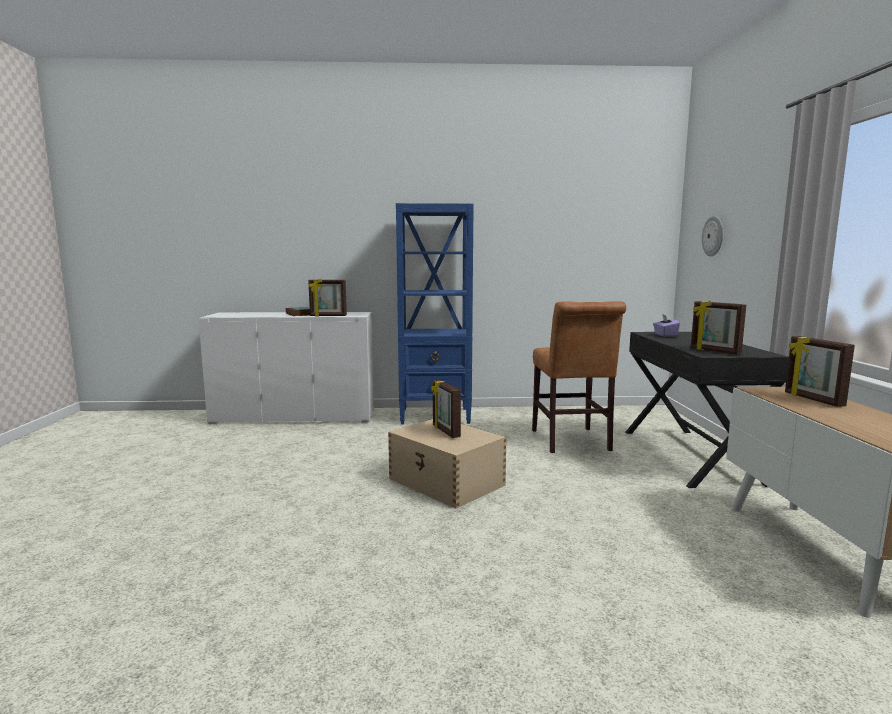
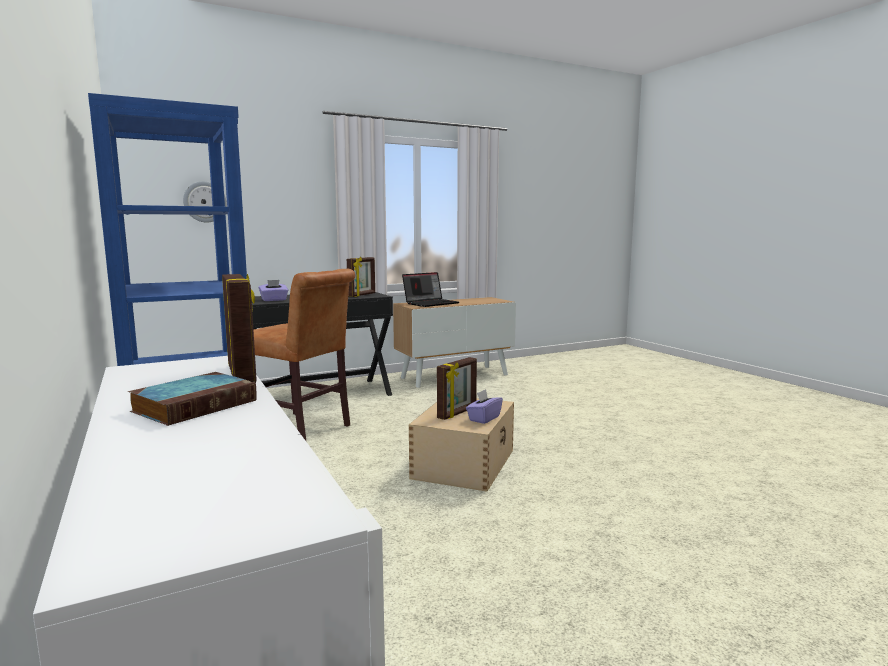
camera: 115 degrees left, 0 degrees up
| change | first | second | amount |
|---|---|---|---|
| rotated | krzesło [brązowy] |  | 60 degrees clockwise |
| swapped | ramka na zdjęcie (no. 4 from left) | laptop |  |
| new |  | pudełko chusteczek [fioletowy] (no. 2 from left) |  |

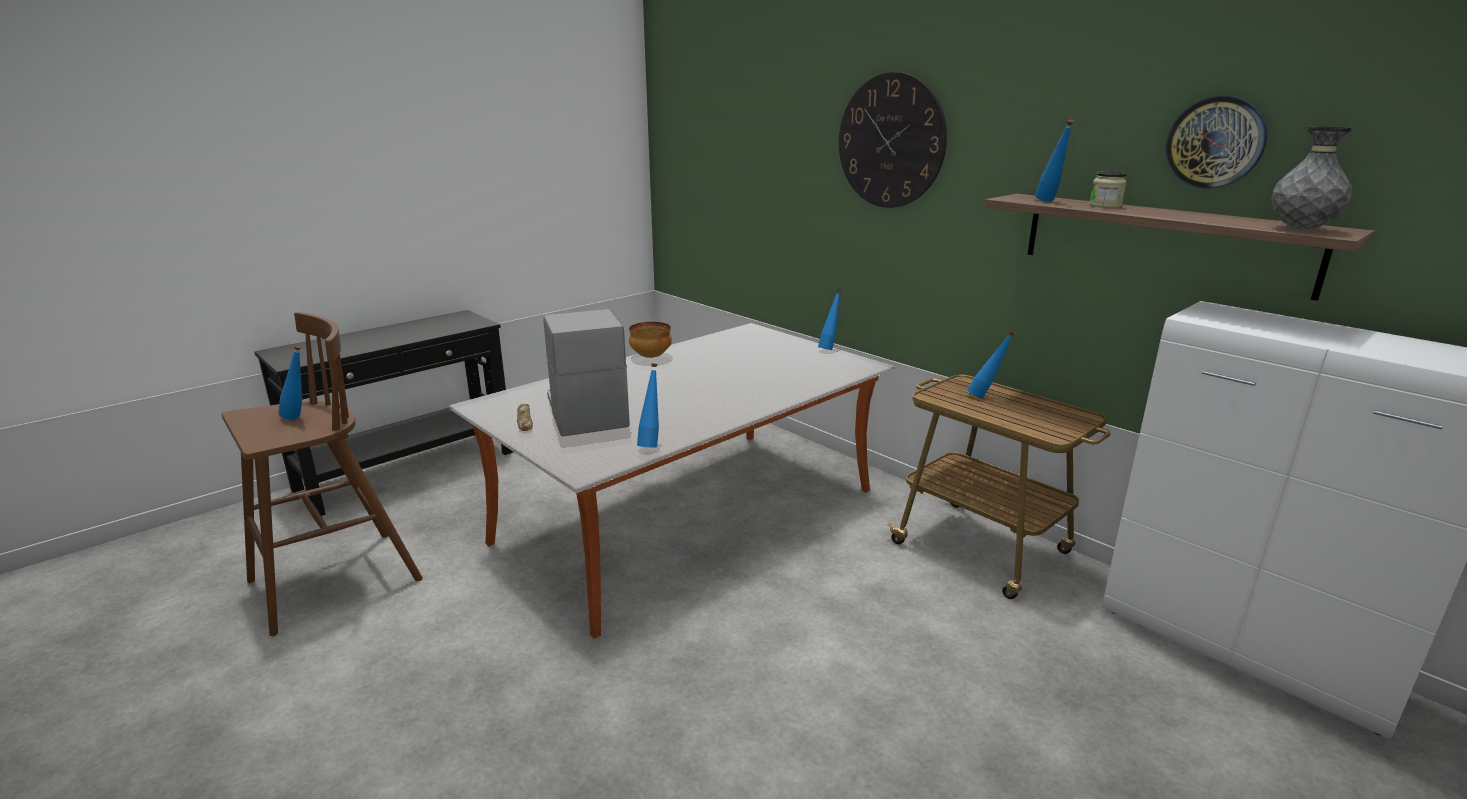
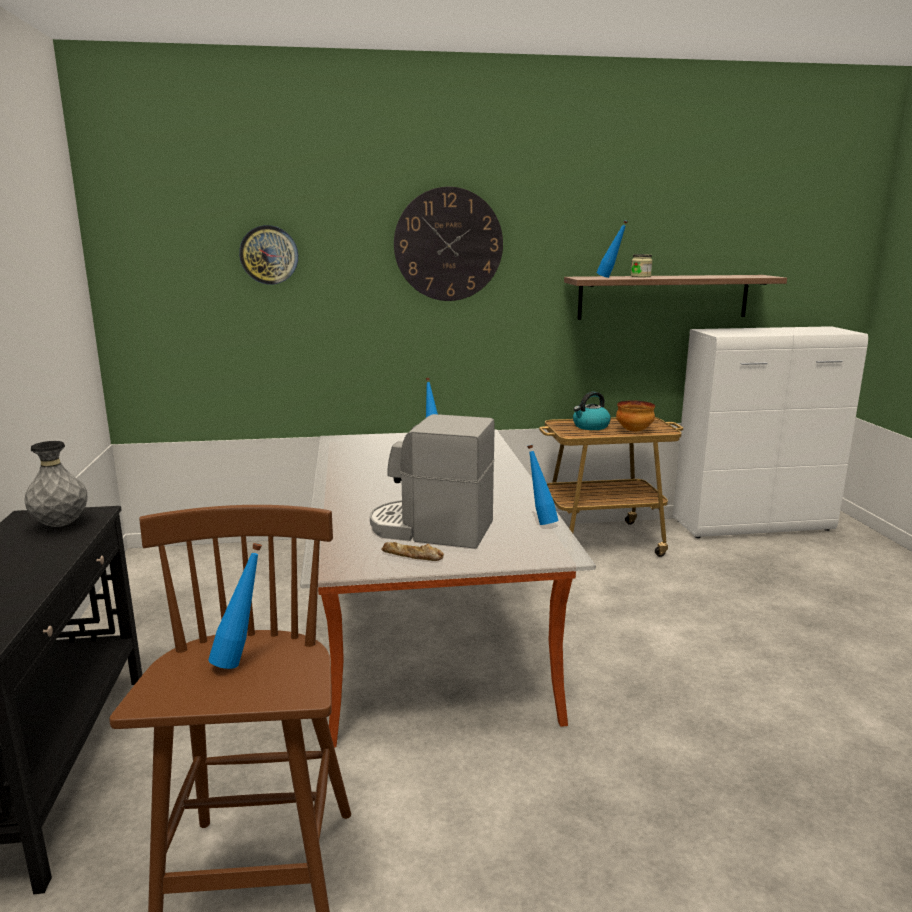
camera: 55 degrees left, 5 degrees down
| change | first | second | amount |
|---|---|---|---|
| shifted | wazon [szary] |  |  |
| shifted | zegar ścienny (no. 2 from left in the first image) | zegar ścienny (no. 1 from left) |  |
| swapped | butelka [niebieski] (no. 4 from left) | czajnik |  |
| shifted | miska |  |  |

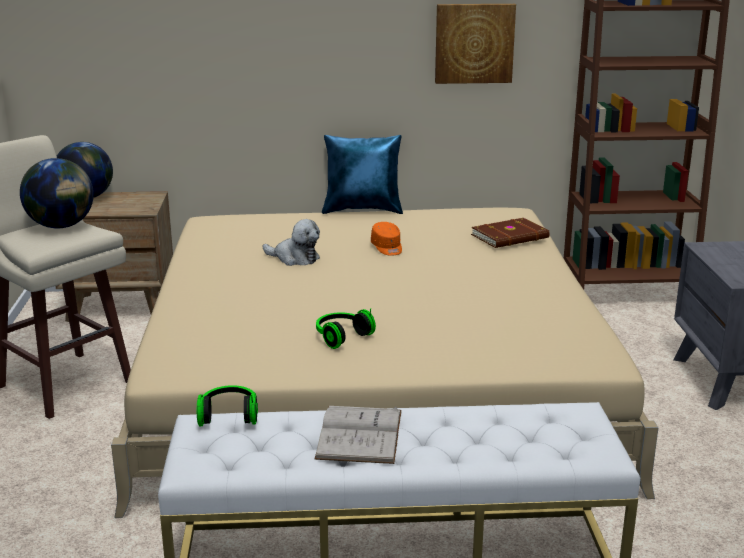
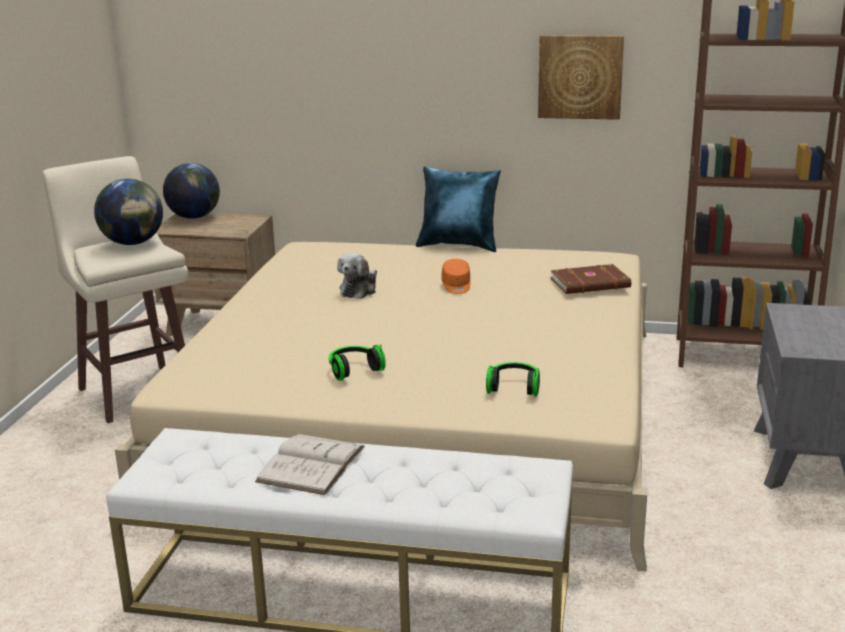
camera: 15 degrees right, 0 degrees up
| change | first | second | amount |
|---|---|---|---|
| rotated | pluszak |  | 75 degrees clockwise |
| shifted | słuchawki (no. 1 from left in the first image) | słuchawki (no. 2 from left) |  |

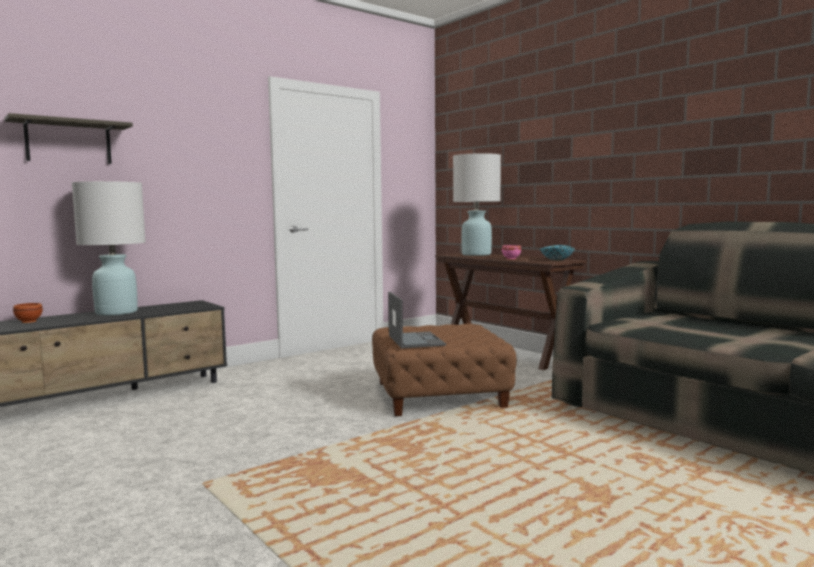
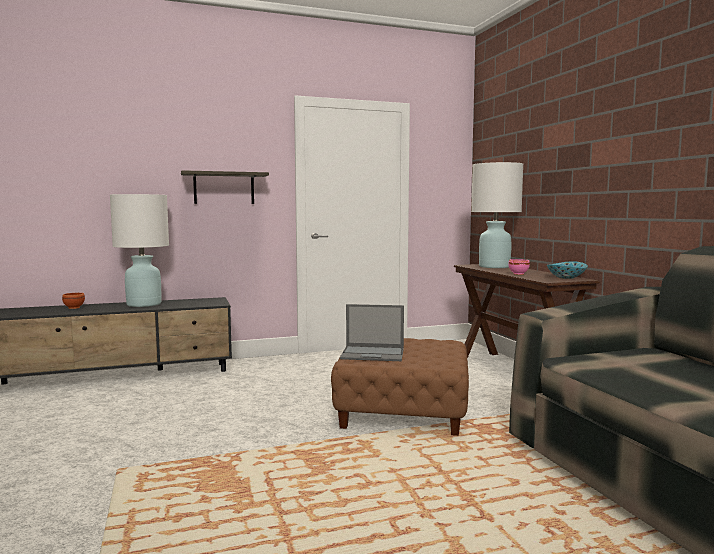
camera: 20 degrees right, 0 degrees up
| change | first | second | amount |
|---|---|---|---|
| shifted | półka |  |  |
| rotated | laptop |  | 90 degrees clockwise |

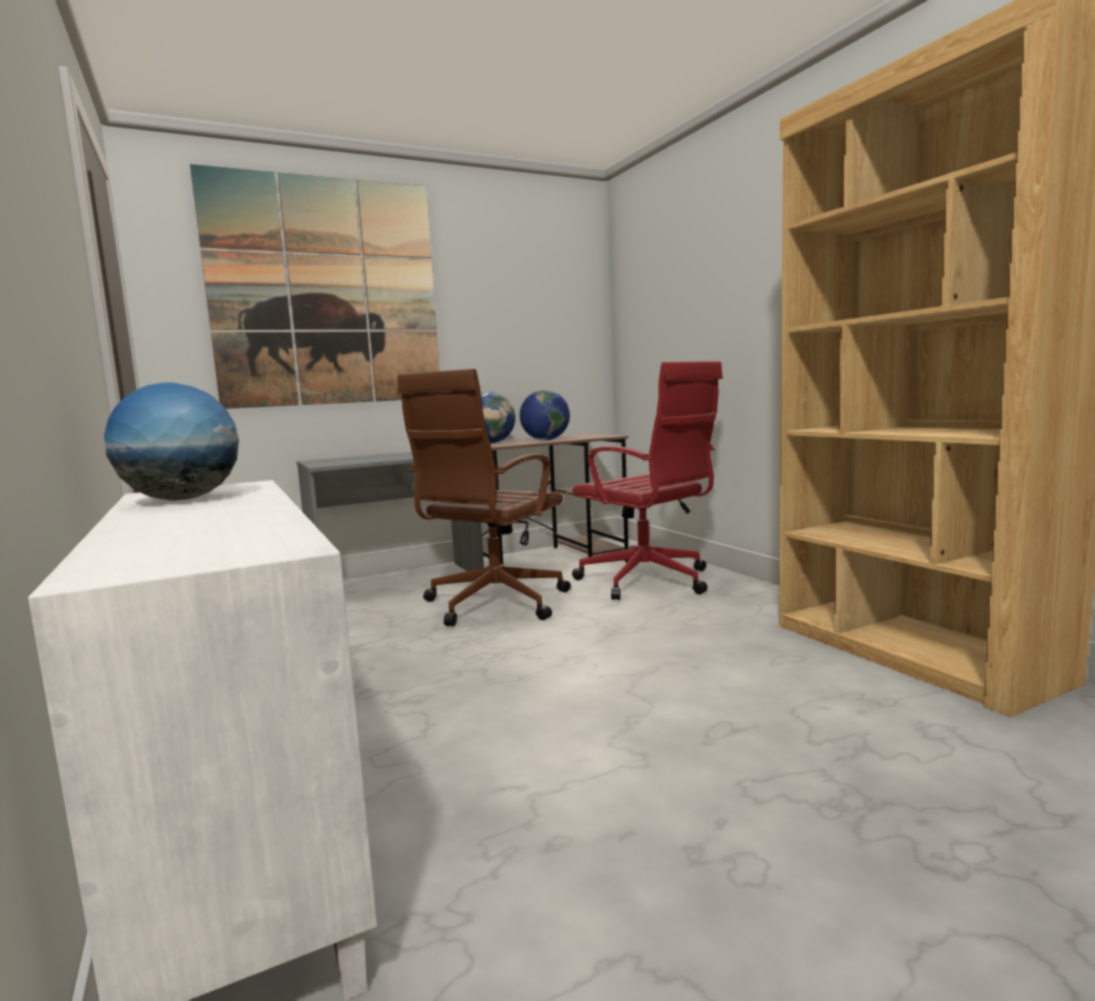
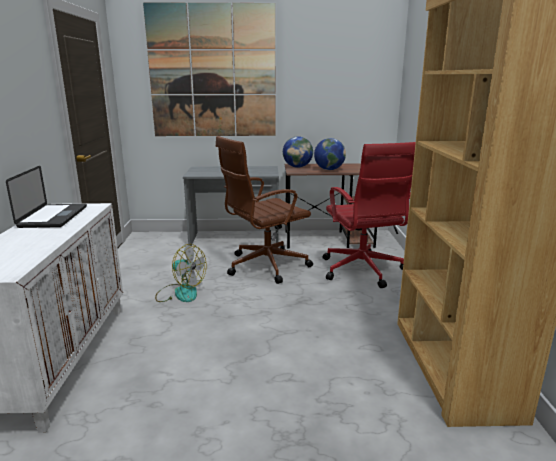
camera: 25 degrees right, 10 degrees up
| change | first | second | amount |
|---|---|---|---|
| swapped | globus (no. 1 from left) | laptop |  |
| new |  | wentylator |  |

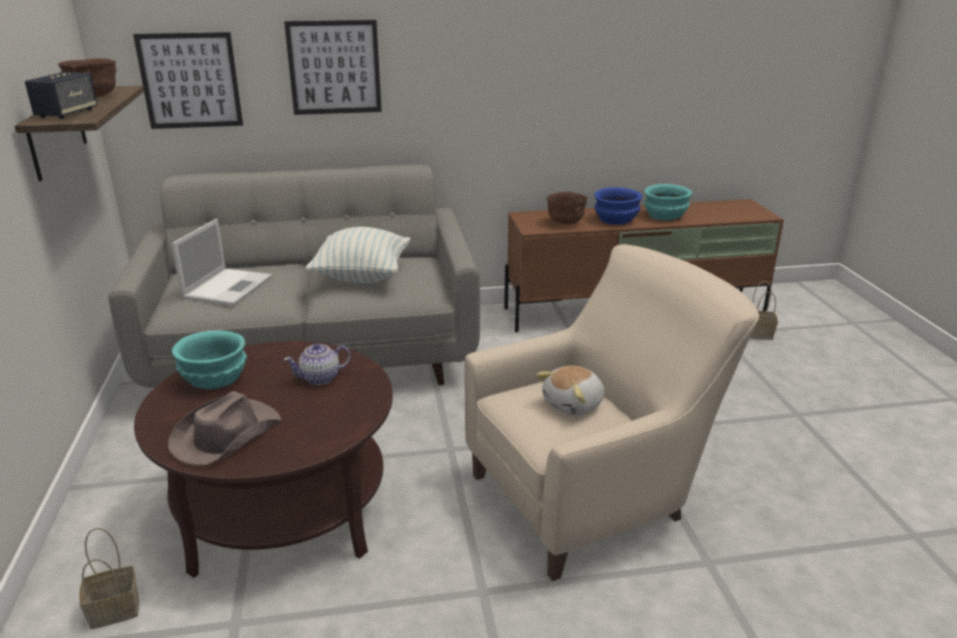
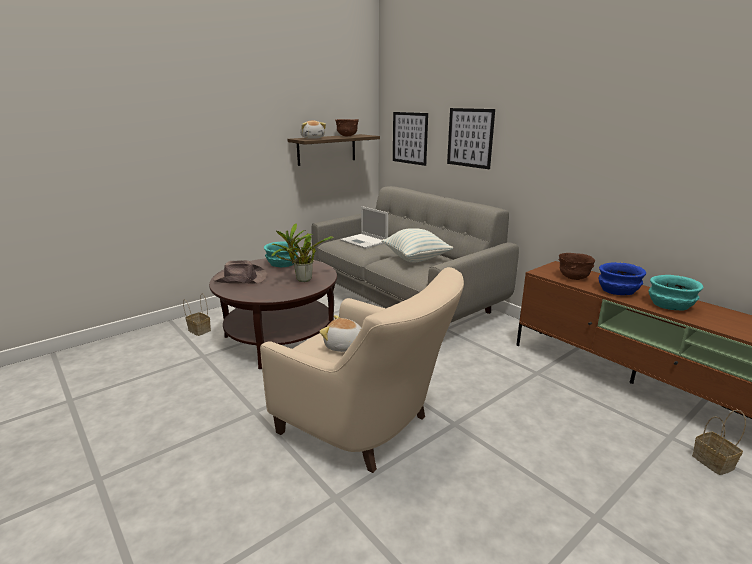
camera: 60 degrees right, 5 degrees down
| change | first | second | amount |
|---|---|---|---|
| swapped | imbryk | roślina doniczkowa |  |
| swapped | głośnik | pluszak (no. 1 from left) |  |
| rotated | laptop |  | 60 degrees clockwise |

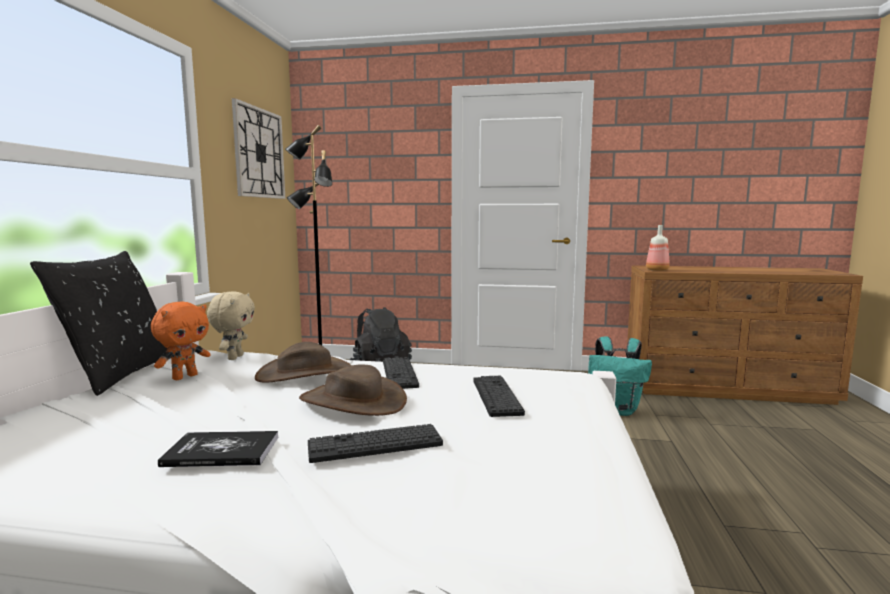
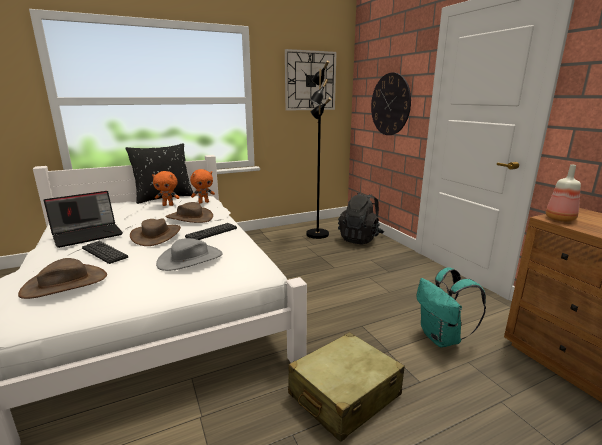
camera: 55 degrees right, 10 degrees up
| change | first | second | amount |
|---|---|---|---|
| new |  | kapelusz [brązowy] (no. 1 from left) |  |
| swapped | książka | laptop |  |
| swapped | klawiatura (no. 3 from left) | kapelusz [szary] |  |
| repainted | pluszak [beżowy] | pluszak [pomarańczowy] (no. 2 from left) |  |
| new |  | walizka [beżowy] |  |
| new |  | zegar ścienny (no. 2 from left) |  |

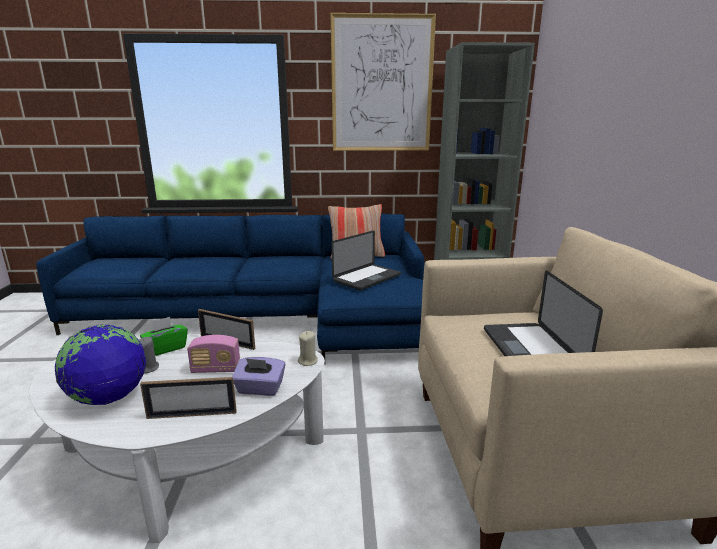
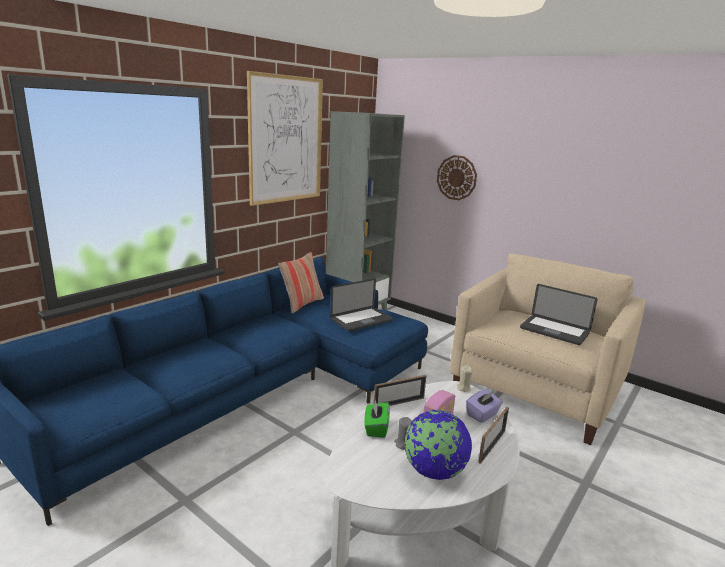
camera: 50 degrees left, 0 degrees up
| change | first | second | amount |
|---|---|---|---|
| rotated | laptop (no. 1 from left) |  | 60 degrees clockwise |
| new |  | zegar ścienny |  |

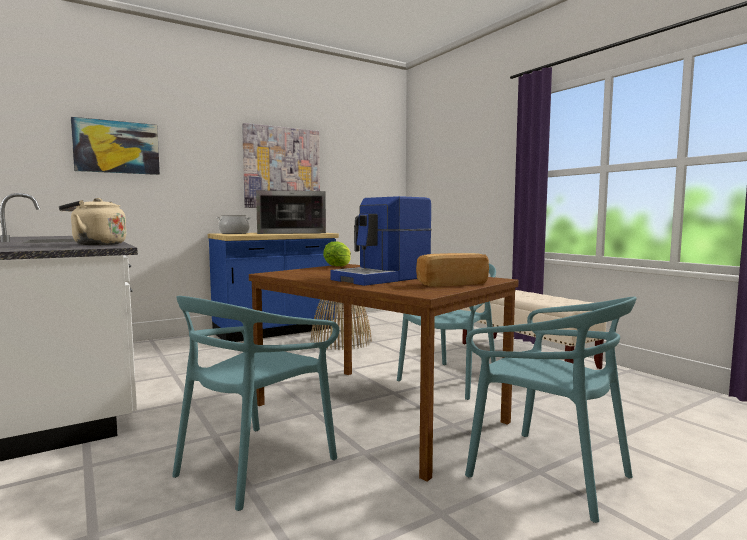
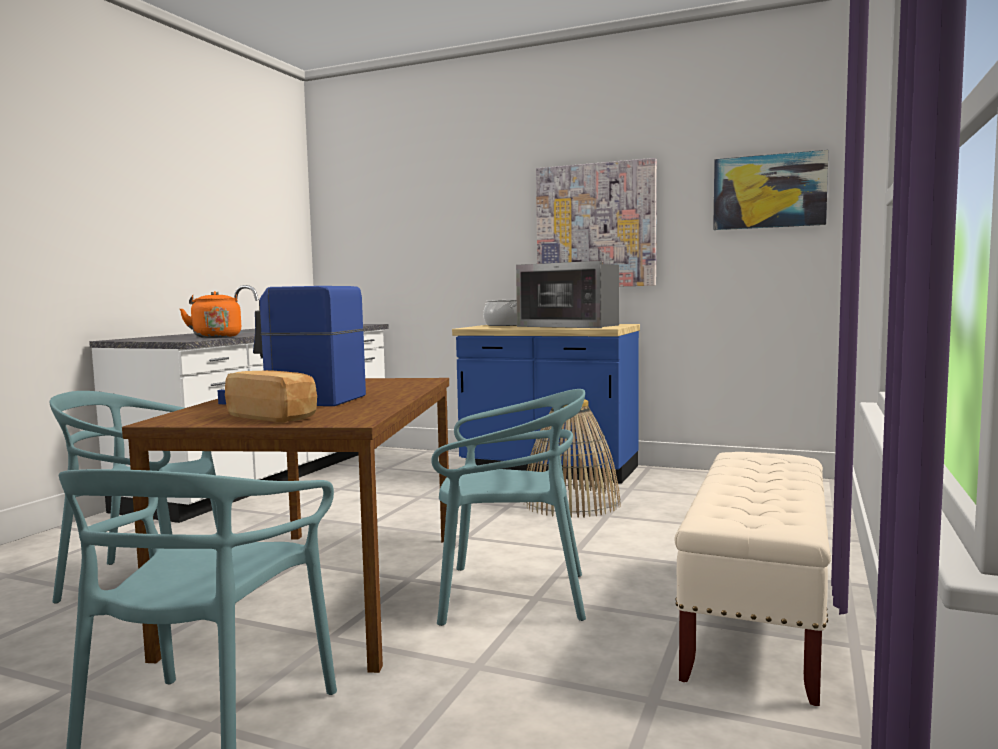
camera: 55 degrees right, 0 degrees up
| change | first | second | amount |
|---|---|---|---|
| repainted | czajnik [beżowy] | czajnik [pomarańczowy] |  |
| shifted | obraz (no. 1 from left in the first image) | obraz (no. 2 from left) |  |
| gone | sałata |  |  |

